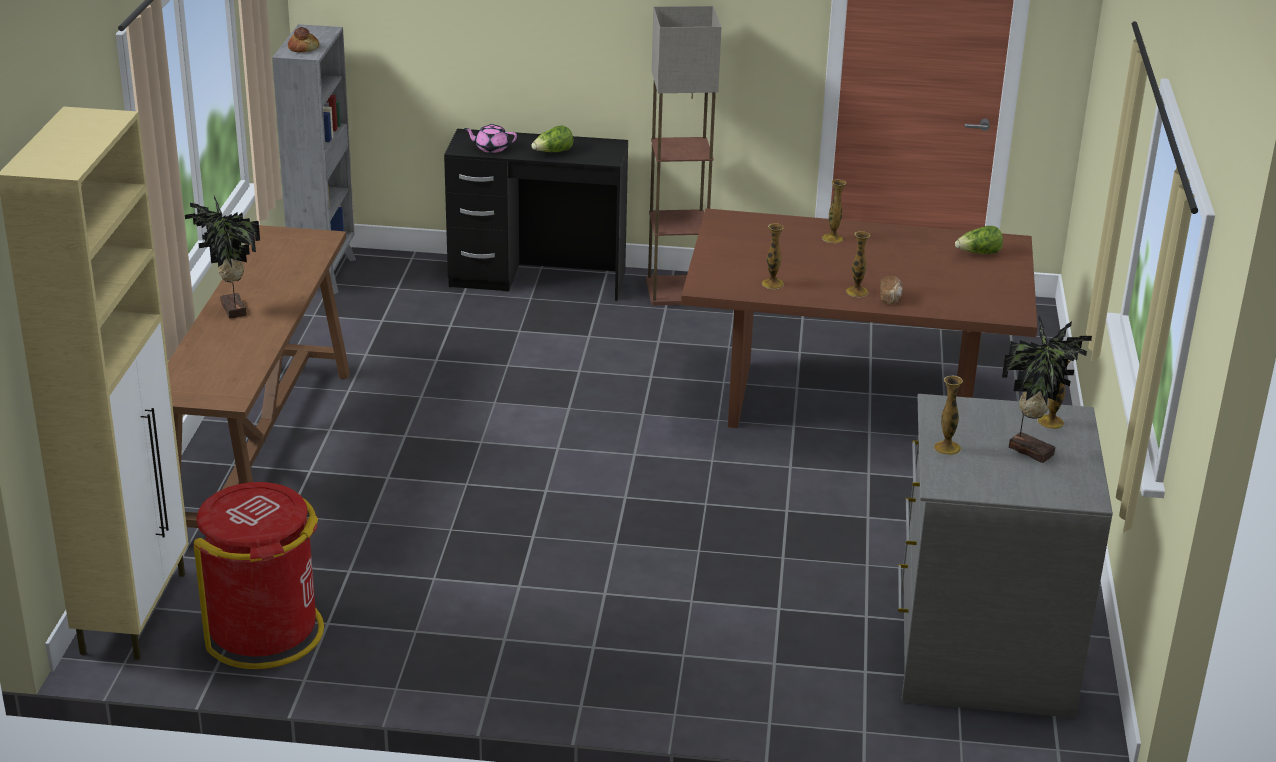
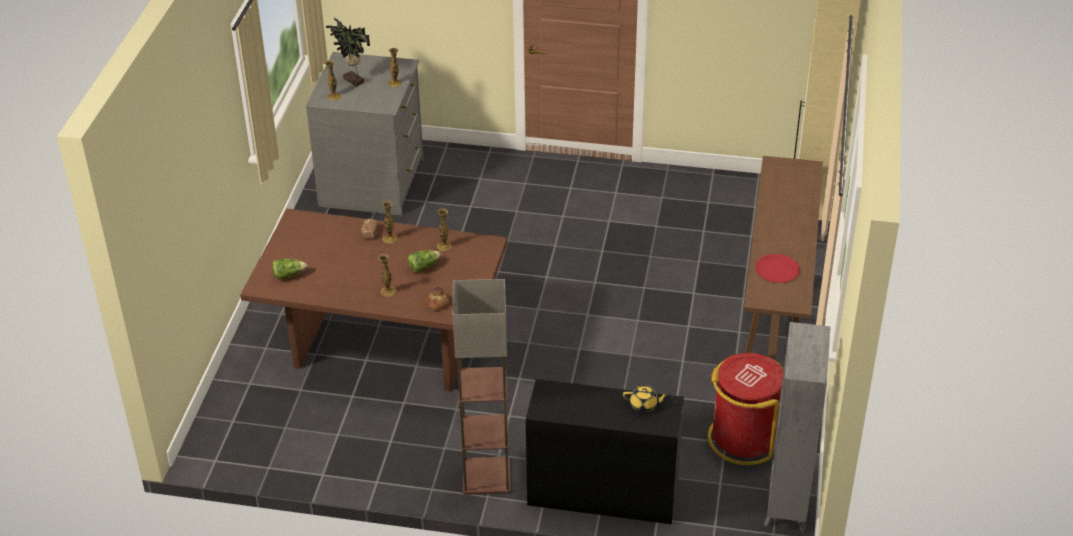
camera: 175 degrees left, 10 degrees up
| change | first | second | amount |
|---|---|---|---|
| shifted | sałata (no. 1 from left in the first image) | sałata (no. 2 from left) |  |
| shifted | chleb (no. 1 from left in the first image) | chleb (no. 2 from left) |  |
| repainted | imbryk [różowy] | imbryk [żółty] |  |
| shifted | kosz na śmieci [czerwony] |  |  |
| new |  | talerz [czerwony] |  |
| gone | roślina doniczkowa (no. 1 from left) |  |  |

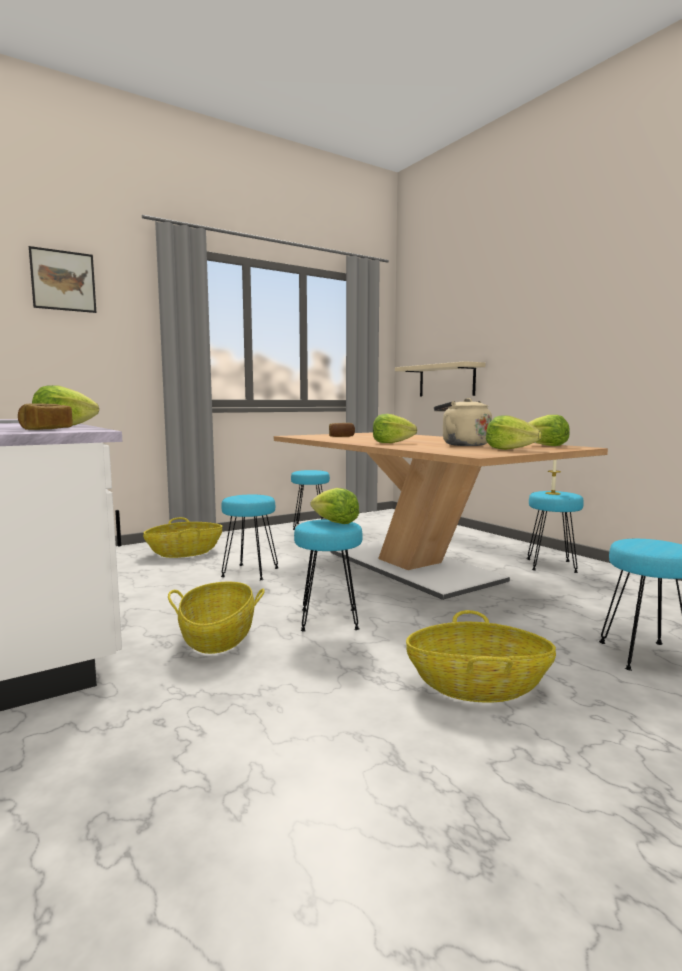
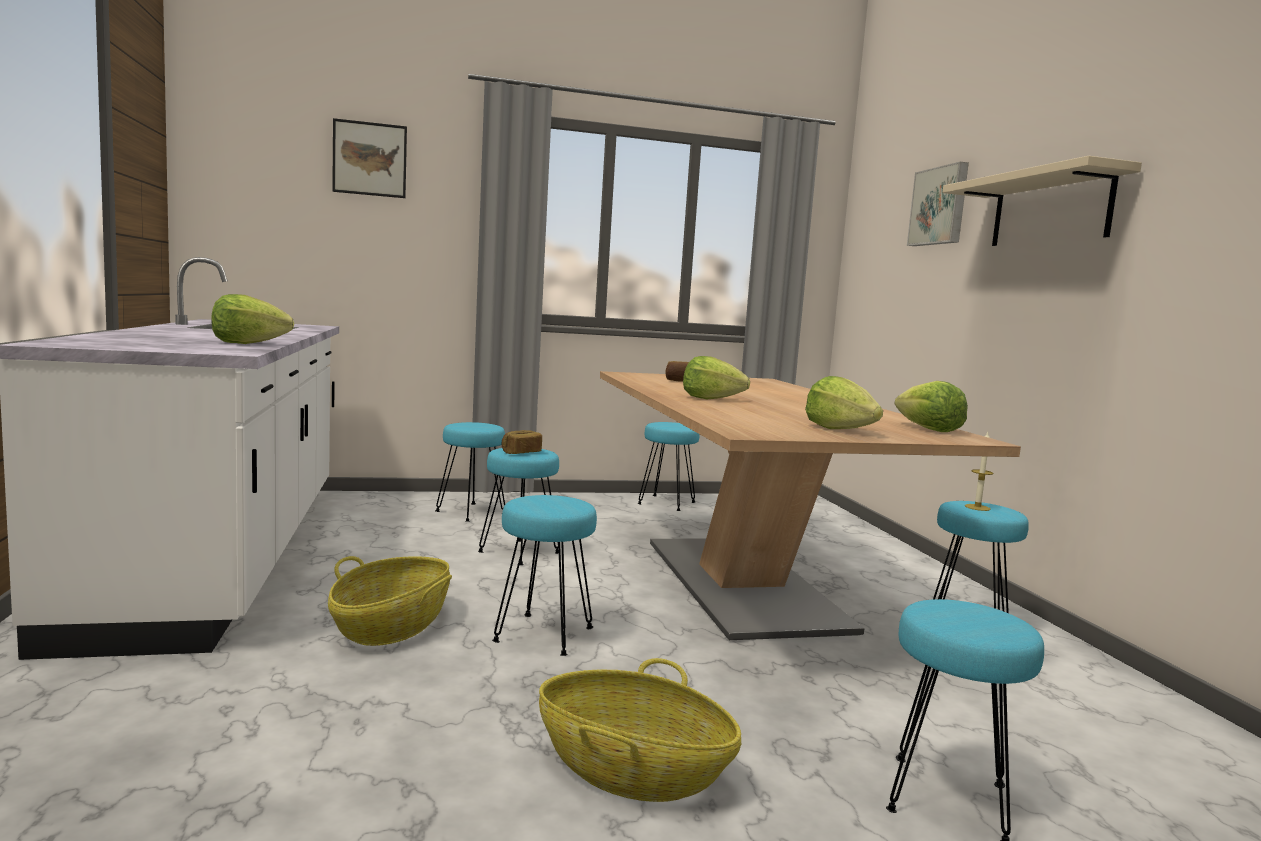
camera: 20 degrees right, 0 degrees up
| change | first | second | amount |
|---|---|---|---|
| swapped | koszyk (no. 1 from left) | stołek [turkusowy] (no. 1 from left) |  |
| shifted | chleb (no. 1 from left) |  |  |
| new |  | obraz (no. 2 from left) |  |
| shifted | półka [beżowy] |  |  |
| gone | sałata (no. 2 from left) |  |  |
| gone | czajnik [beżowy] |  |  |

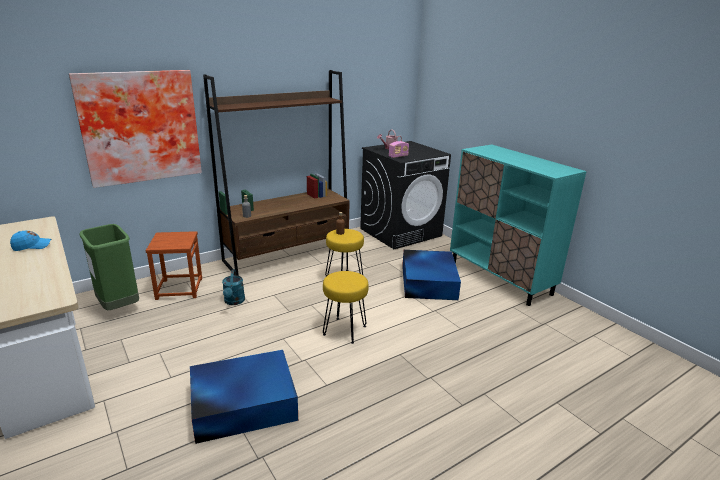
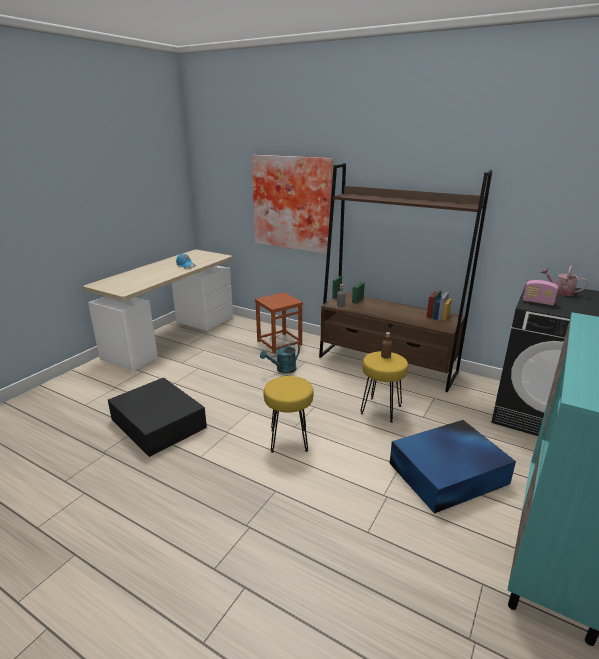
camera: 65 degrees right, 0 degrees up
| change | first | second | amount |
|---|---|---|---|
| repainted | pojemnik do przechowywania [niebieski] (no. 1 from left) | pojemnik do przechowywania [czarny] |  |
| gone | kosz na śmieci [zielony] |  |  |

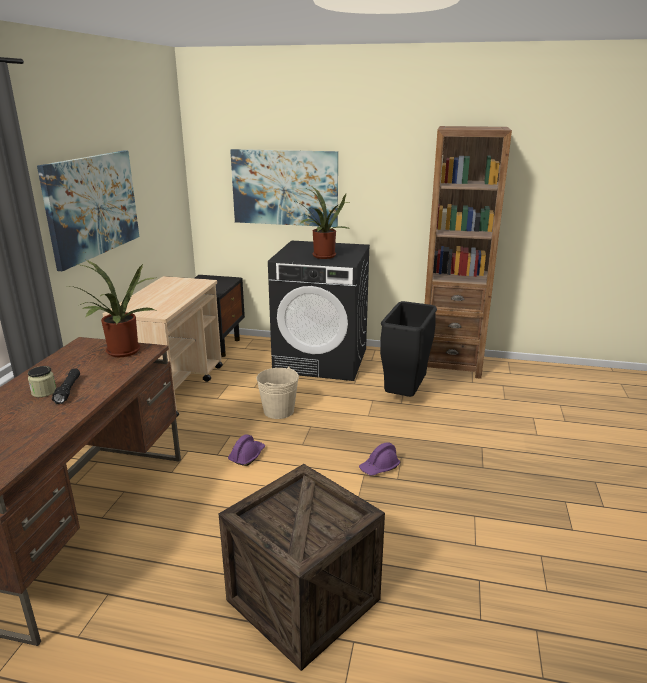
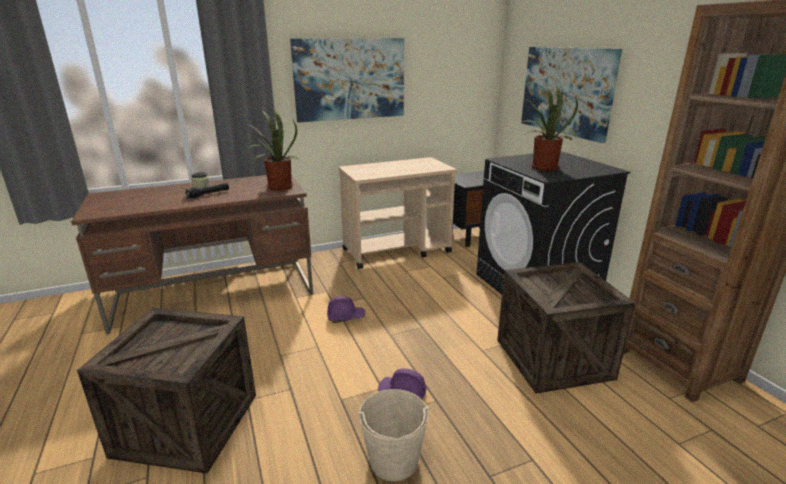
camera: 55 degrees right, 0 degrees up
| change | first | second | amount |
|---|---|---|---|
| shifted | wiadro [beżowy] |  |  |
| swapped | kosz na śmieci [czarny] | skrzynka (no. 2 from left) |  |

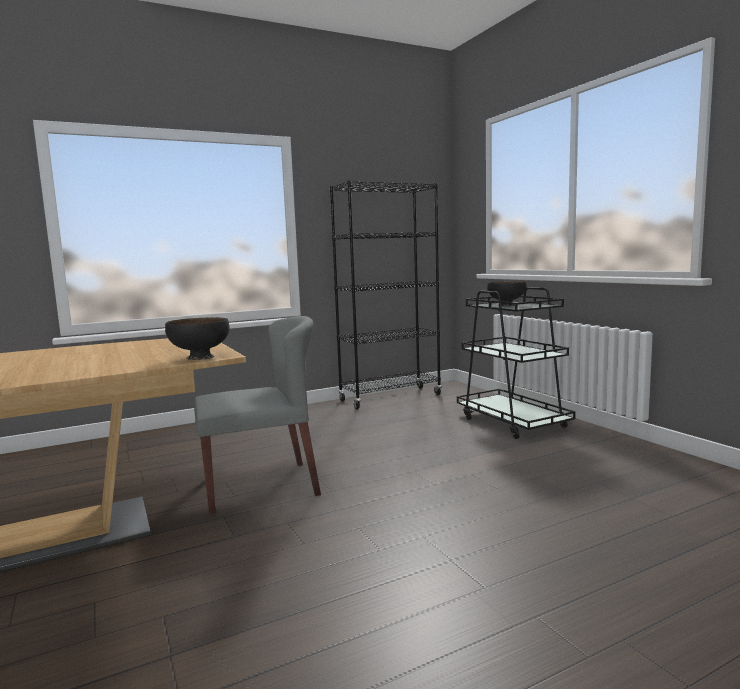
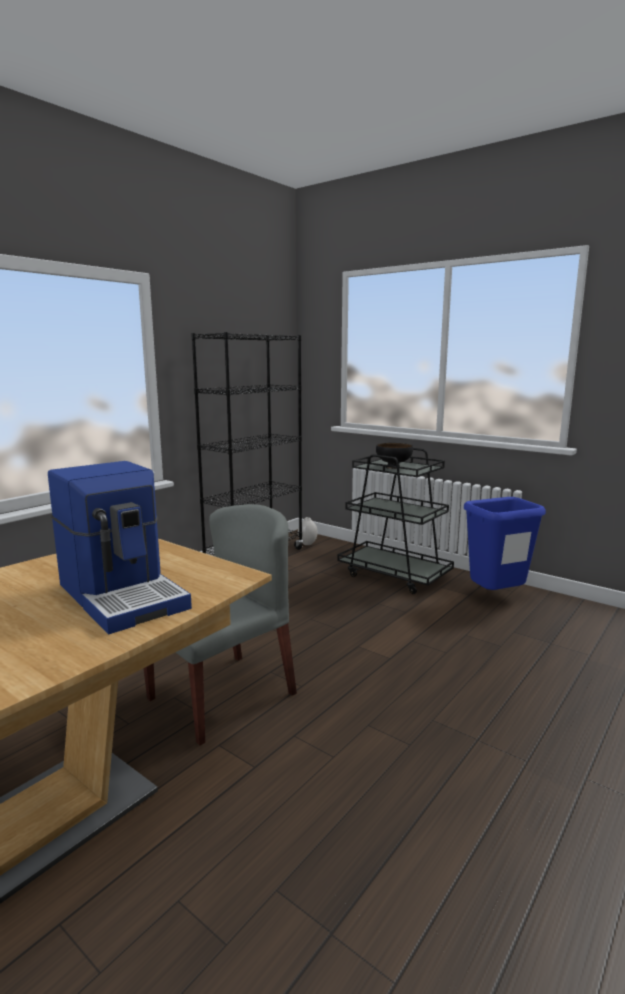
camera: 25 degrees left, 5 degrees up
| change | first | second | amount |
|---|---|---|---|
| new |  | ekspres do kawy |  |
| new |  | wazon [biały] |  |
| new |  | kosz na śmieci [niebieski] |  |
| gone | miska [czarny] (no. 1 from left) |  |  |

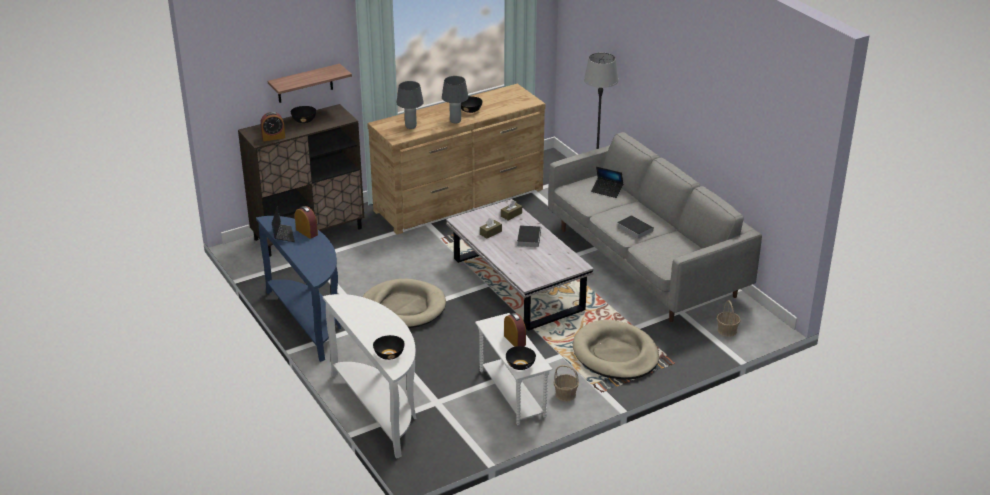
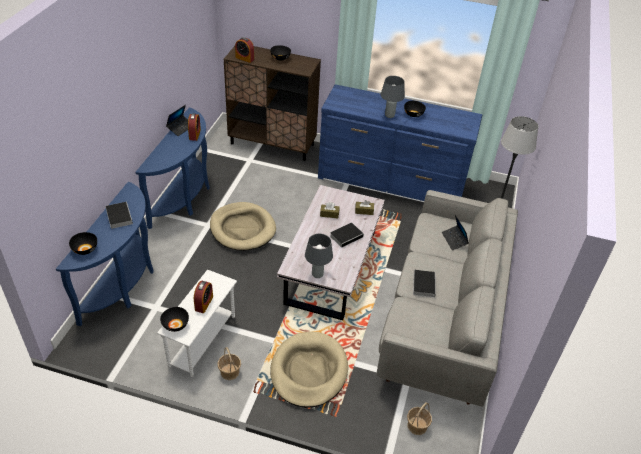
camera: 45 degrees right, 10 degrees up
| change | first | second | amount |
|---|---|---|---|
| repainted | stolik konsolowy [biały] | stolik konsolowy [niebieski] (no. 1 from left) |  |
| new |  | książka (no. 1 from left) |  |
| shifted | lampa stołowa [szary] (no. 1 from left) |  |  |
| repainted | komoda [brązowy] | komoda [niebieski] |  |
| gone | półka |  |  |

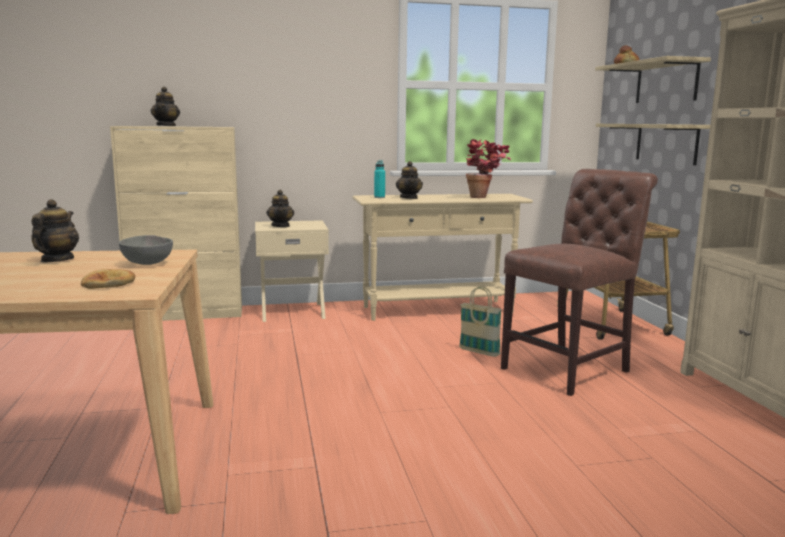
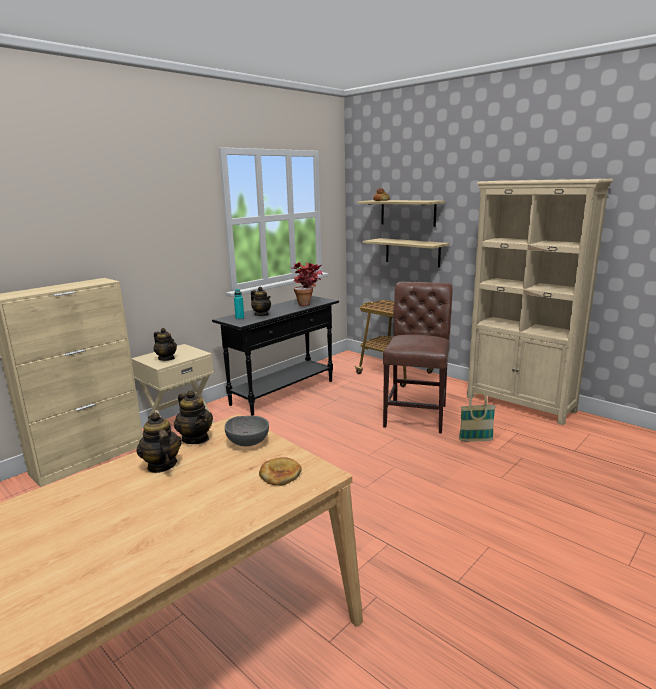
camera: 35 degrees left, 5 degrees up
| change | first | second | amount |
|---|---|---|---|
| shifted | imbryk (no. 2 from left in the first image) | imbryk (no. 3 from left) |  |
| repainted | stolik konsolowy [beżowy] | stolik konsolowy [czarny] |  |
| shifted | koszyk |  |  |

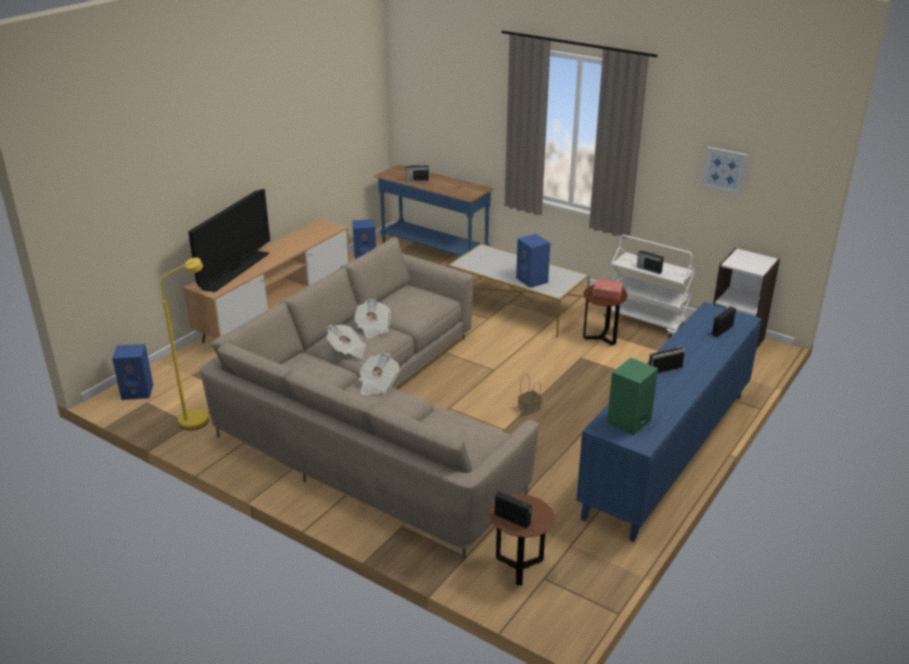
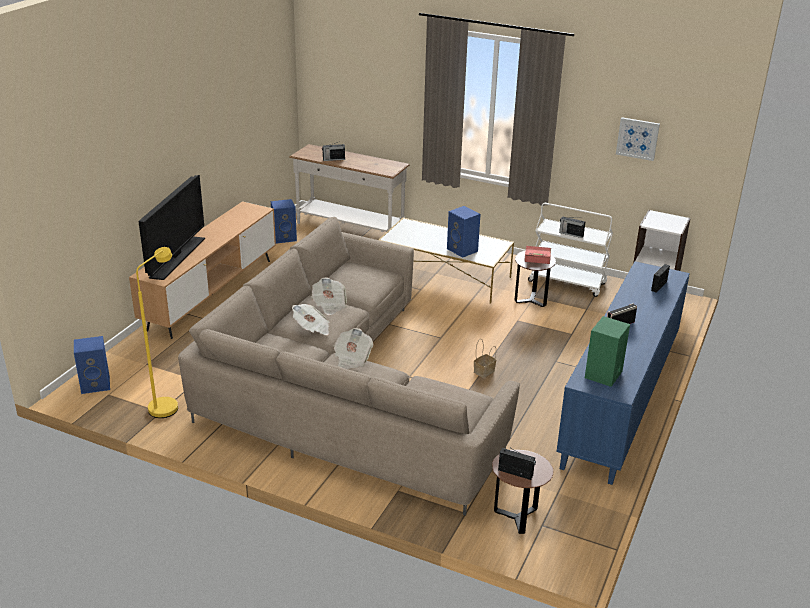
camera: 10 degrees left, 0 degrees up
| change | first | second | amount |
|---|---|---|---|
| repainted | stolik konsolowy [niebieski] | stolik konsolowy [biały] |  |

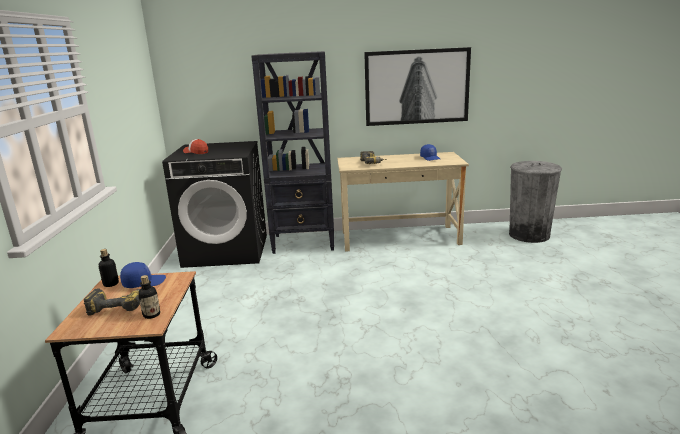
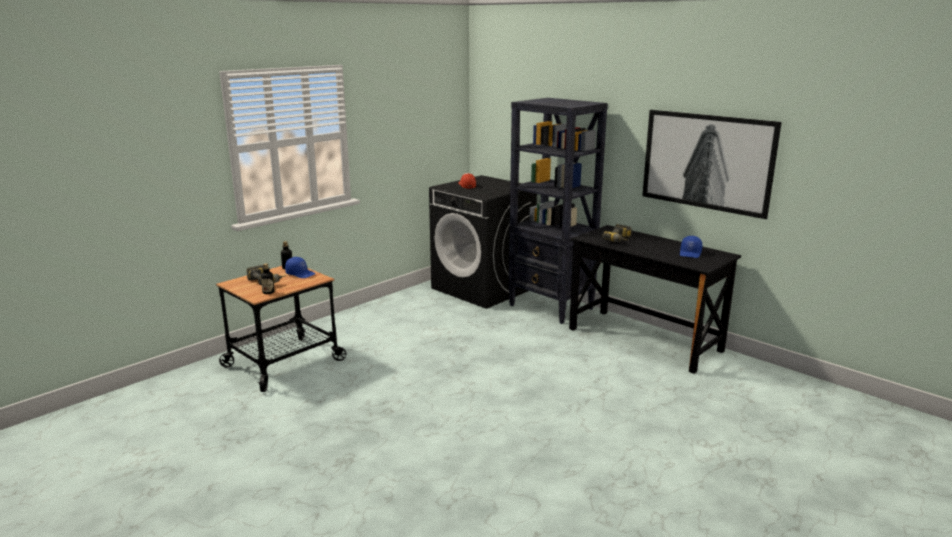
camera: 45 degrees right, 0 degrees up
| change | first | second | amount |
|---|---|---|---|
| repainted | biurko [beżowy] | biurko [czarny] |  |
| gone | kosz na śmieci [szary] |  |  |

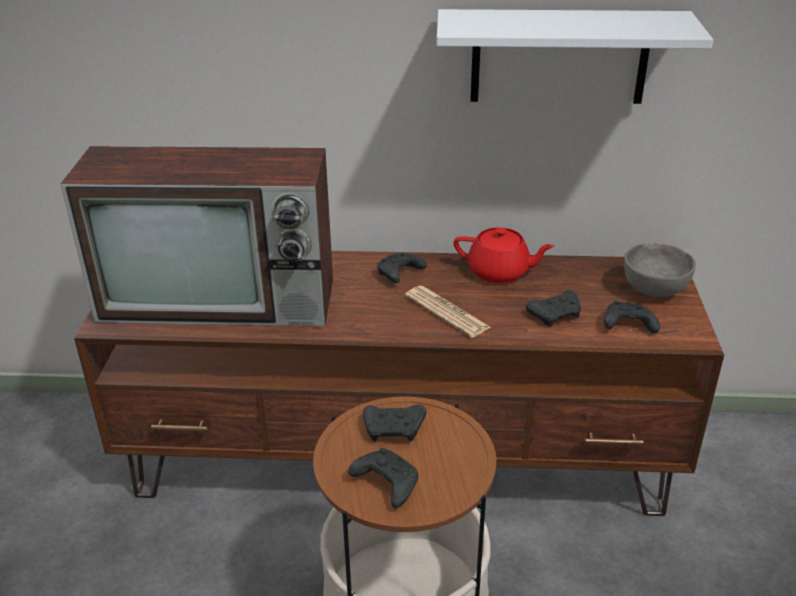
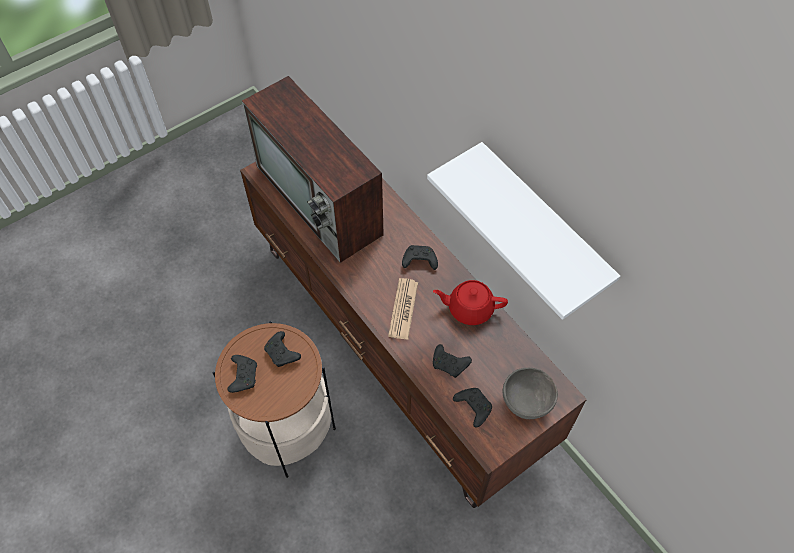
camera: 50 degrees right, 25 degrees up
| change | first | second | amount |
|---|---|---|---|
| rotated | imbryk [czerwony] |  | 120 degrees clockwise |

